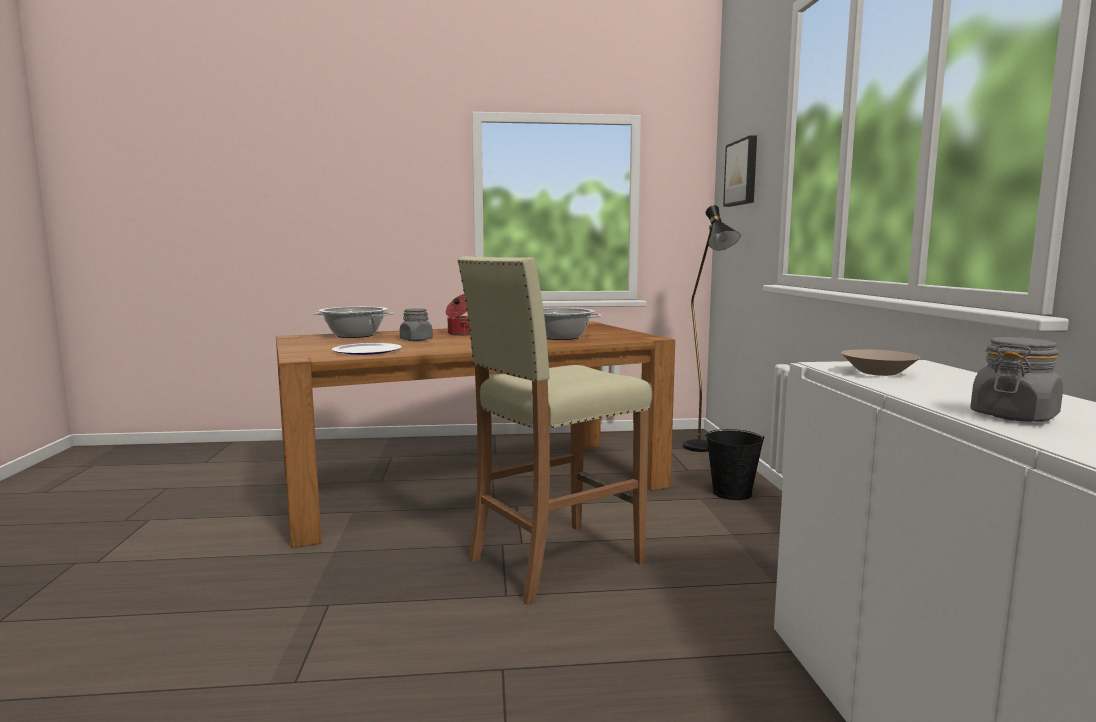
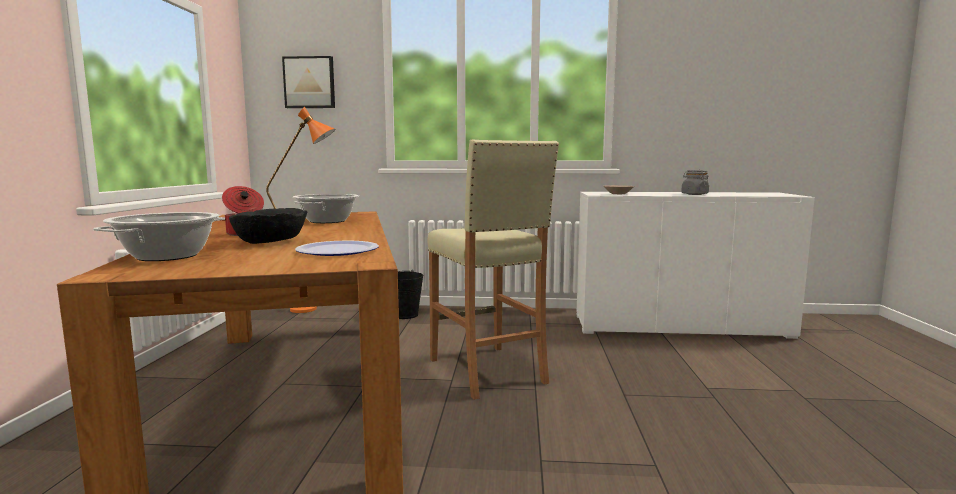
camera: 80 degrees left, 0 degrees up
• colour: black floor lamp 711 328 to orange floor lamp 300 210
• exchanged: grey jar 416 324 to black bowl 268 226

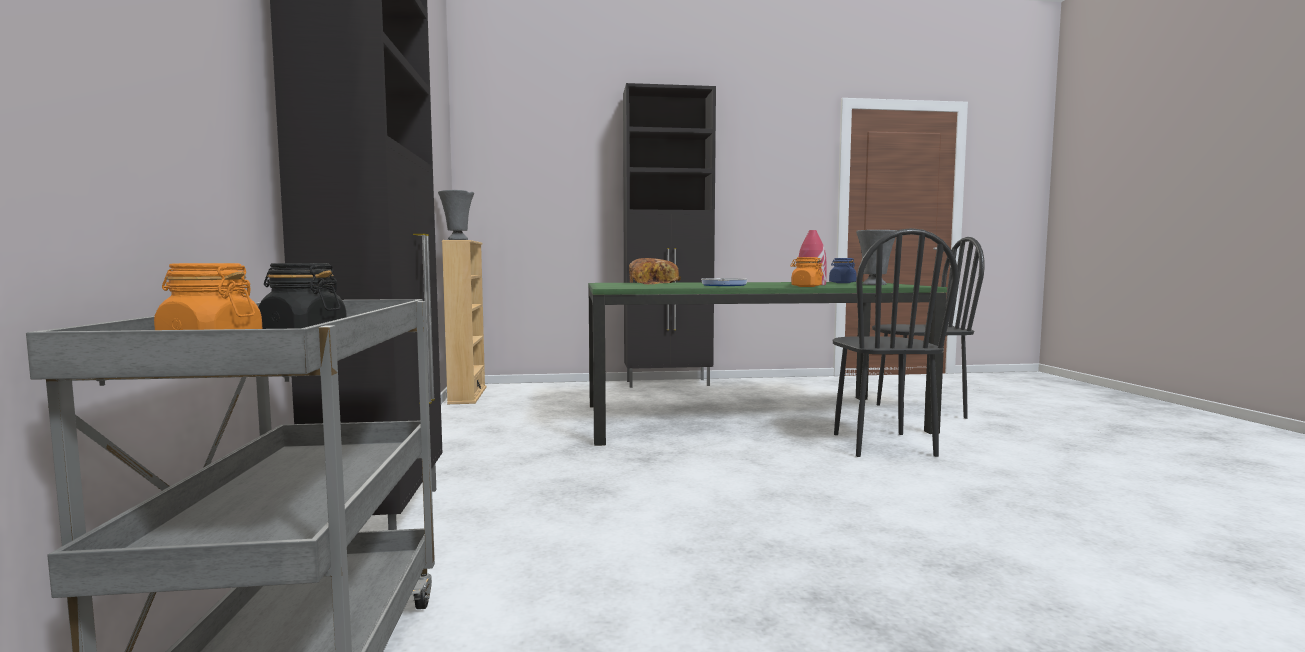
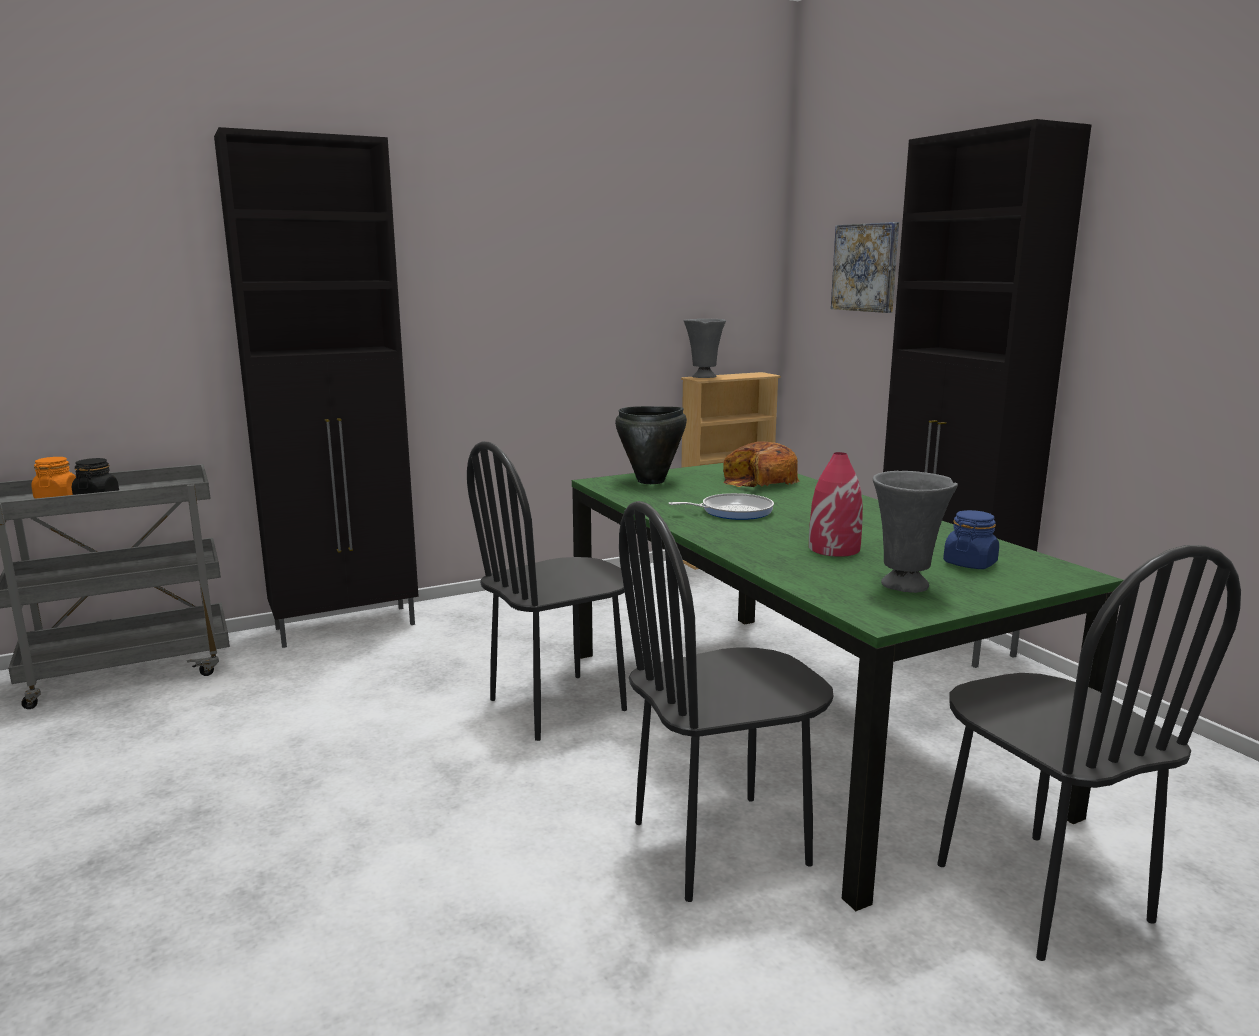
camera: 70 degrees right, 10 degrees up
• missing: orange jar 806 272
• appeared: picture 865 267
• appeared: black cooking pot 651 445
• appeared: black chair 550 591

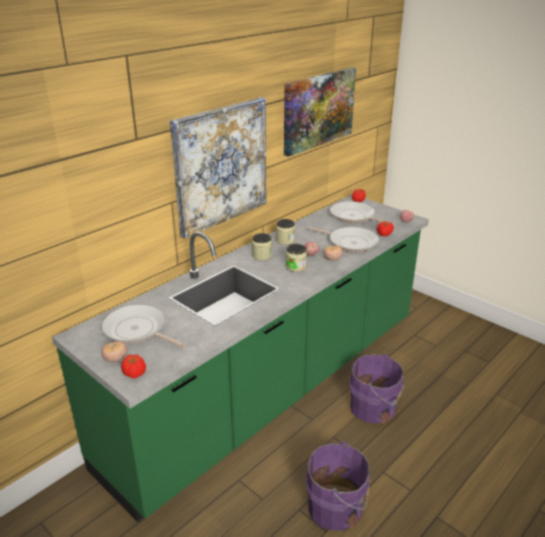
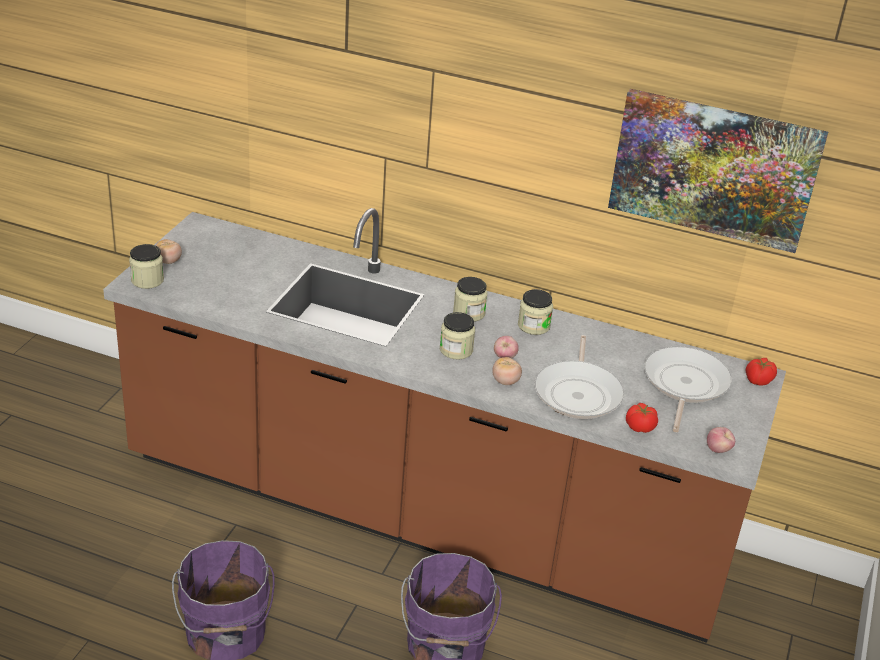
camera: 65 degrees right, 5 degrees up
• missing: picture 218 168
• colour: green counter 240 358 to brown counter 444 425
• missing: frying pan 144 326
• exchanged: tomato 133 366 to jar 146 266

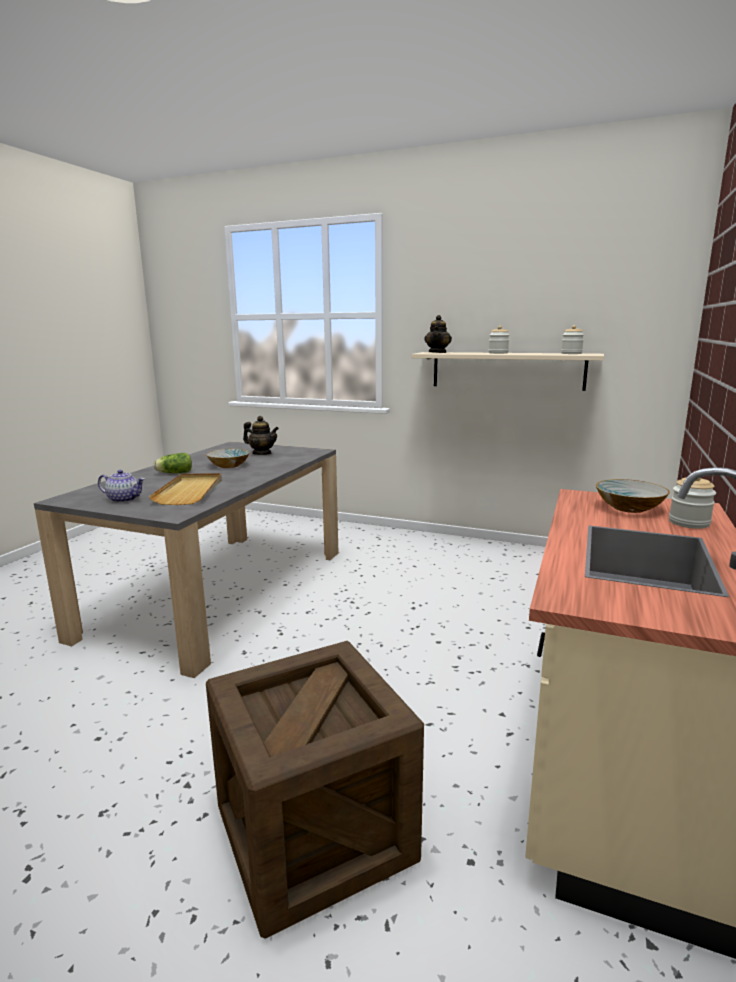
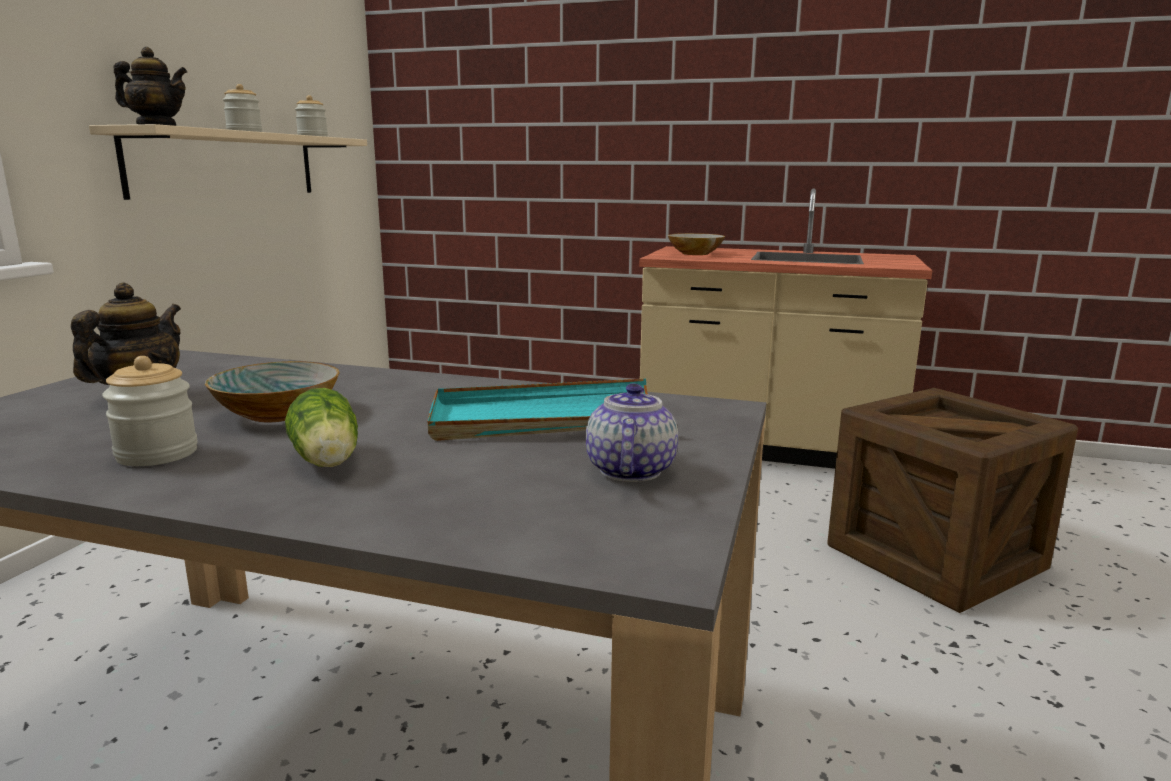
camera: 95 degrees left, 0 degrees up
• colour: beige tray 185 489 to turquoise tray 538 410
• relocated: jar 692 503 to 150 411

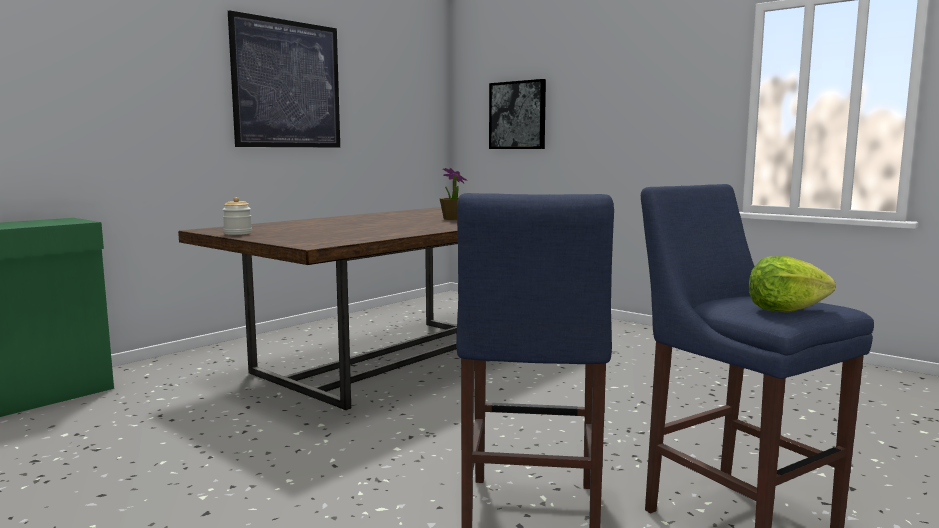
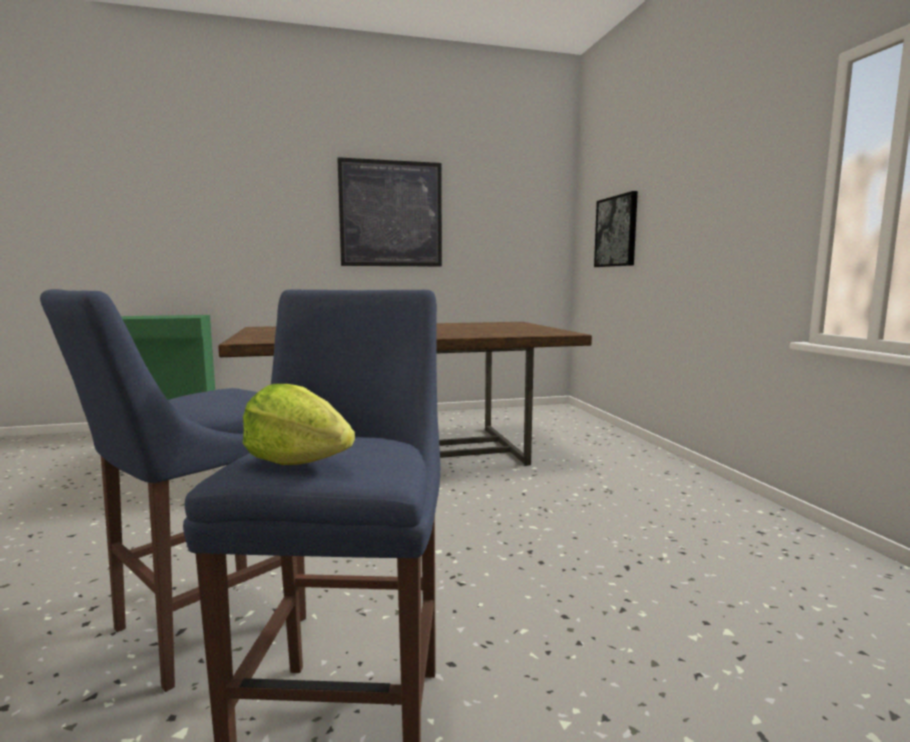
camera: 35 degrees right, 0 degrees up
• missing: potted plant 453 194
• missing: jar 237 216

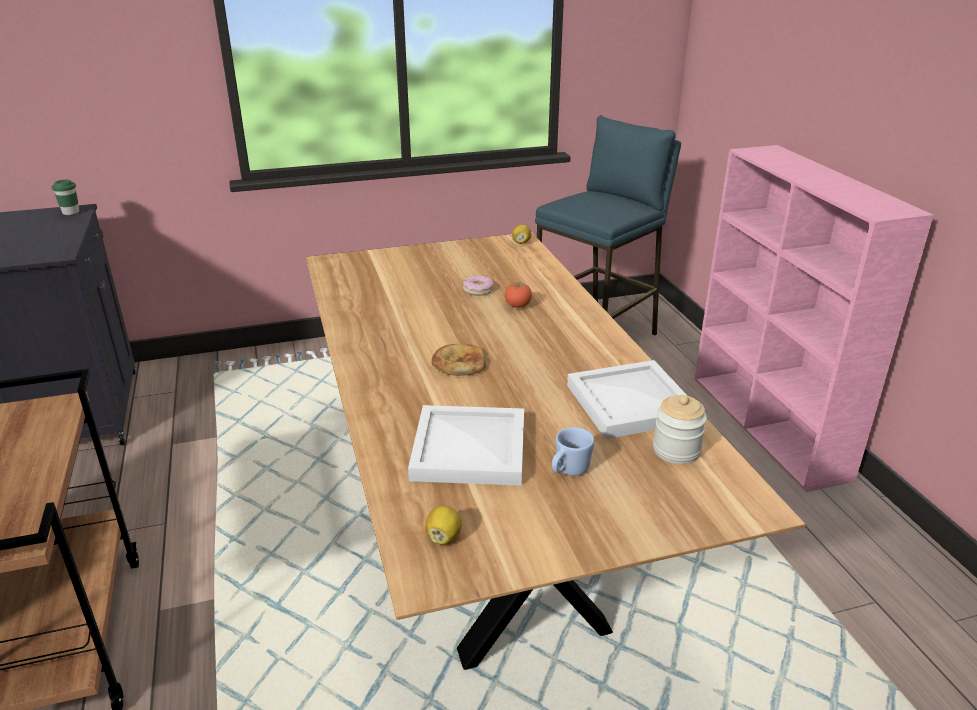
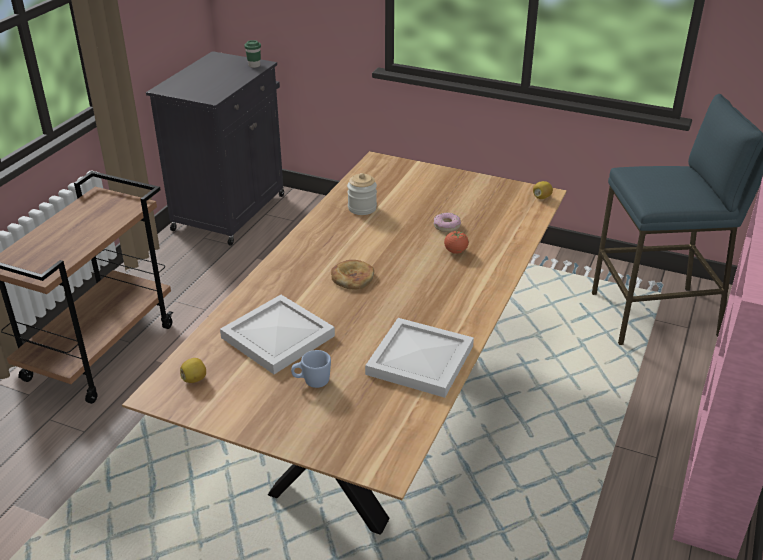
camera: 40 degrees right, 5 degrees up
• relocated: jar 680 429 to 362 194

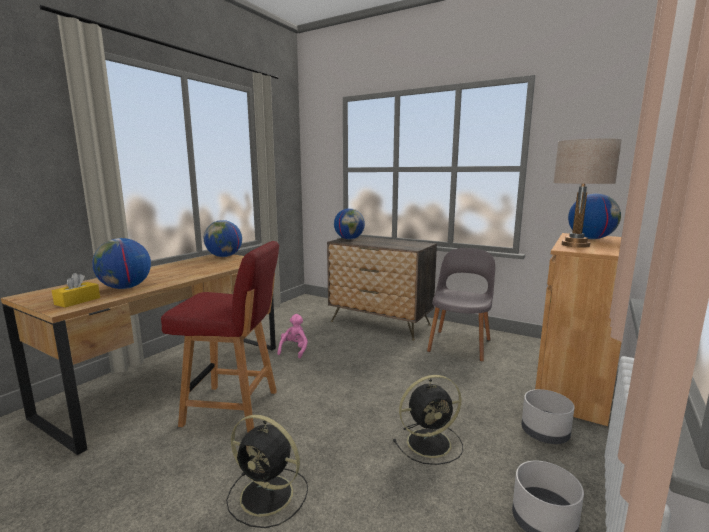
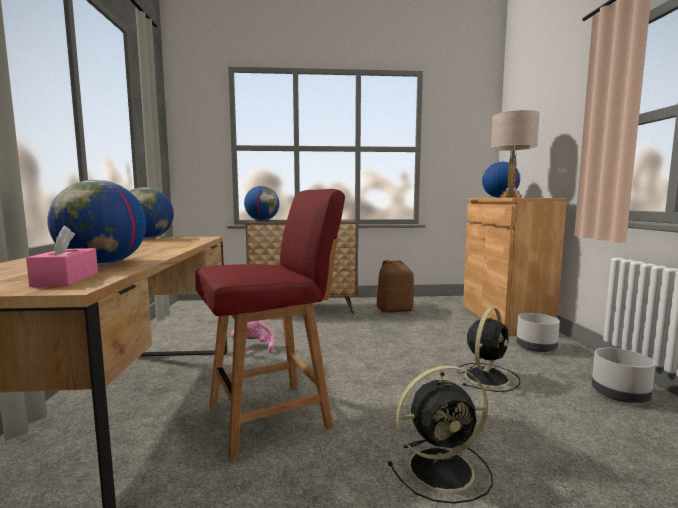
camera: 35 degrees left, 5 degrees down
• exchanged: grey chair 461 305 to brown backpack 395 286
• colour: yellow tissue box 76 290 to pink tissue box 62 256

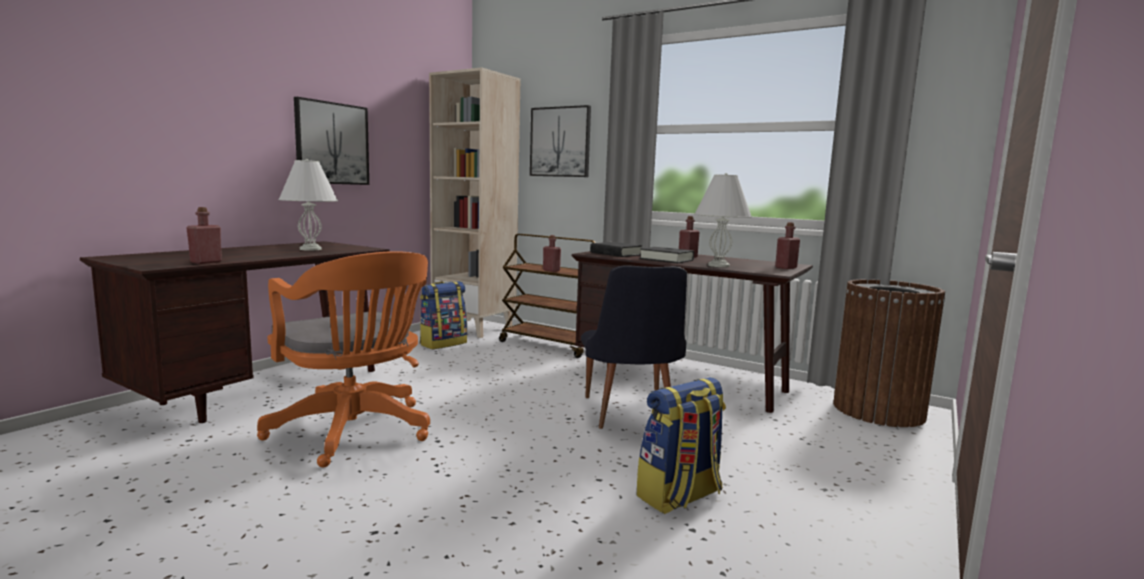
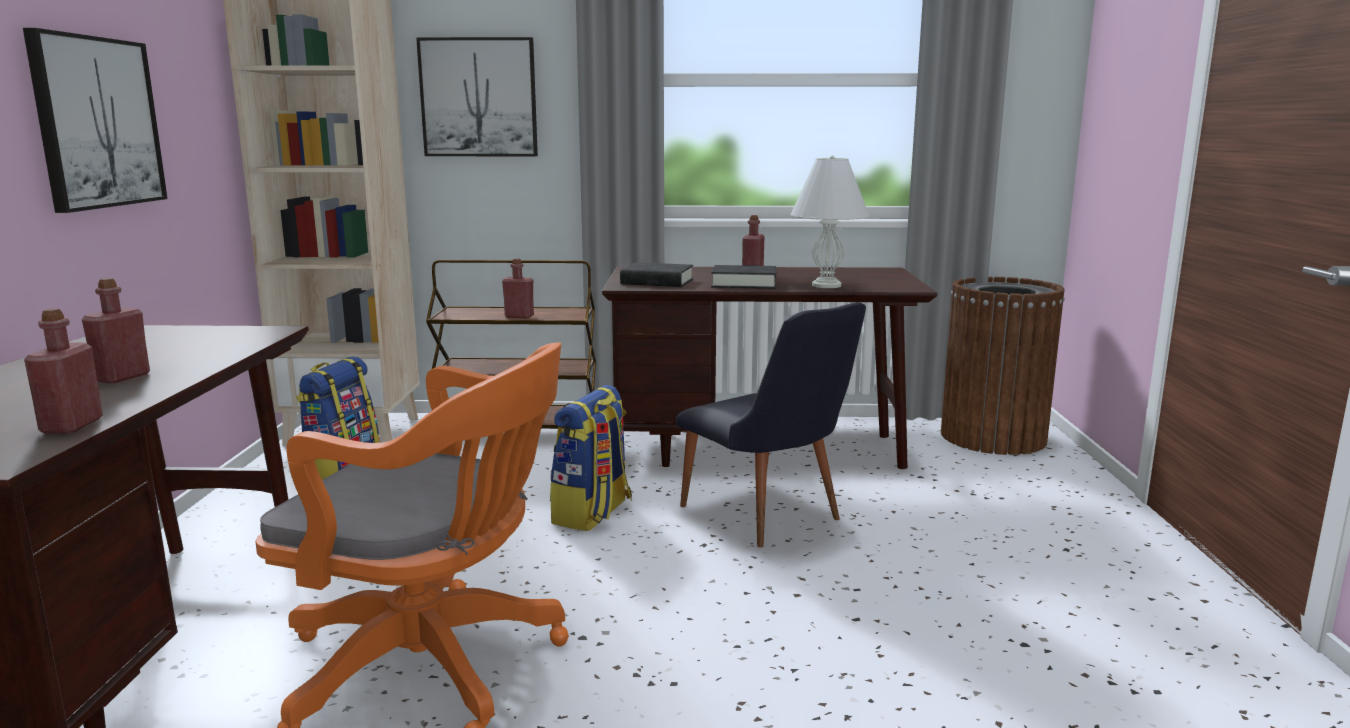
camera: 30 degrees left, 5 degrees up
• missing: white table lamp 308 205
• relocated: red bottle 787 245 to 116 331
• relocated: backpack 681 445 to 591 458

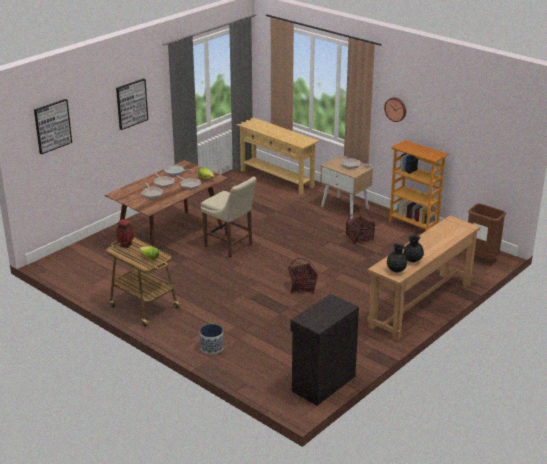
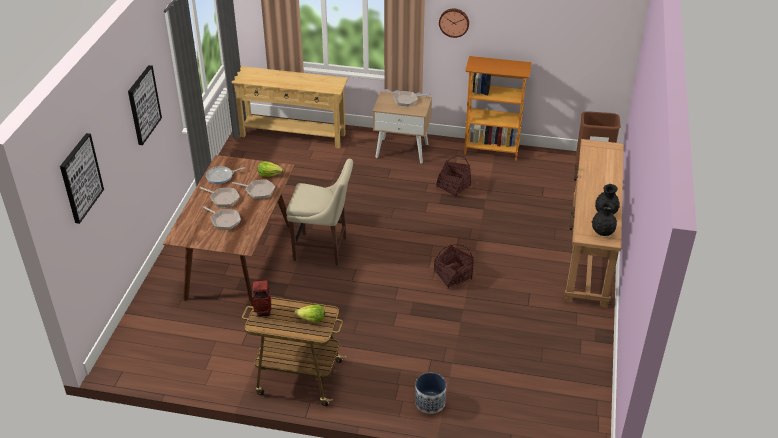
camera: 30 degrees left, 10 degrees up
• missing: black cabinet 325 350

